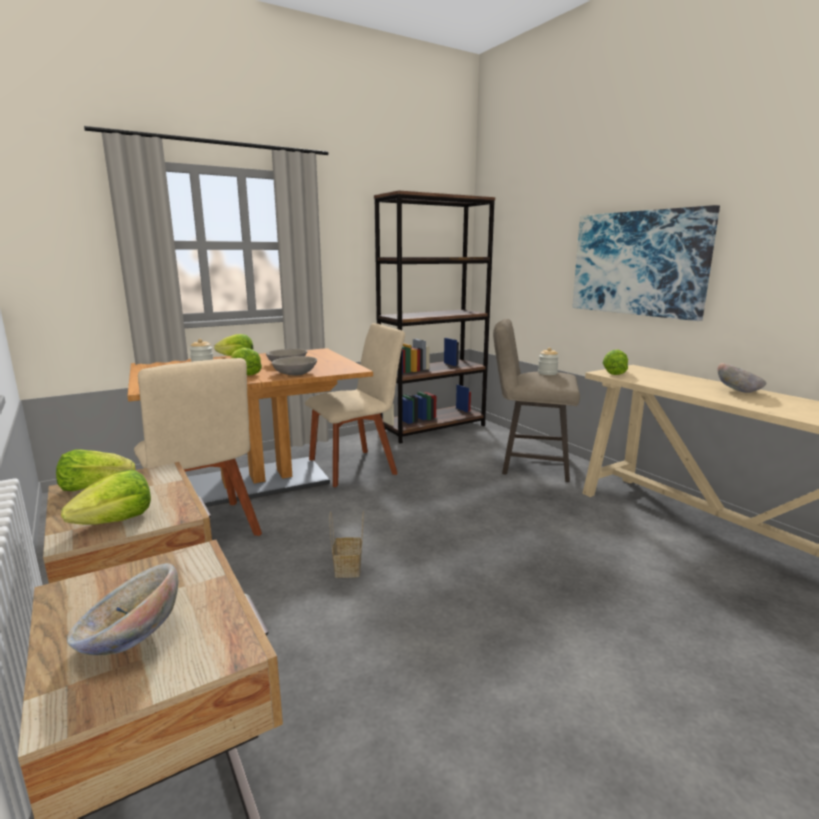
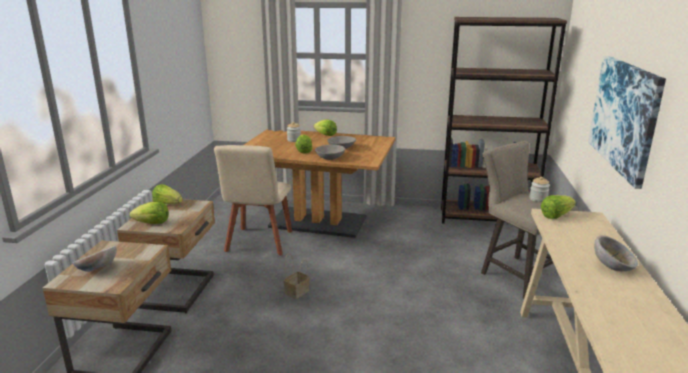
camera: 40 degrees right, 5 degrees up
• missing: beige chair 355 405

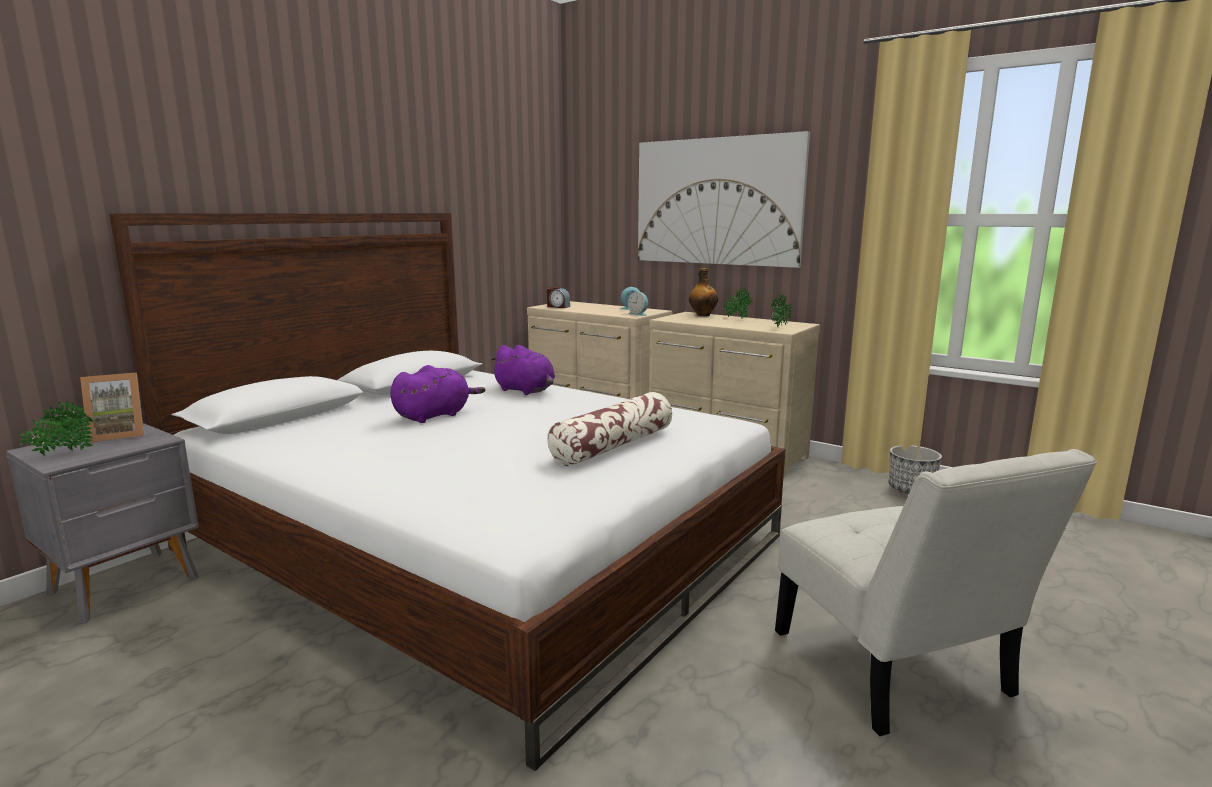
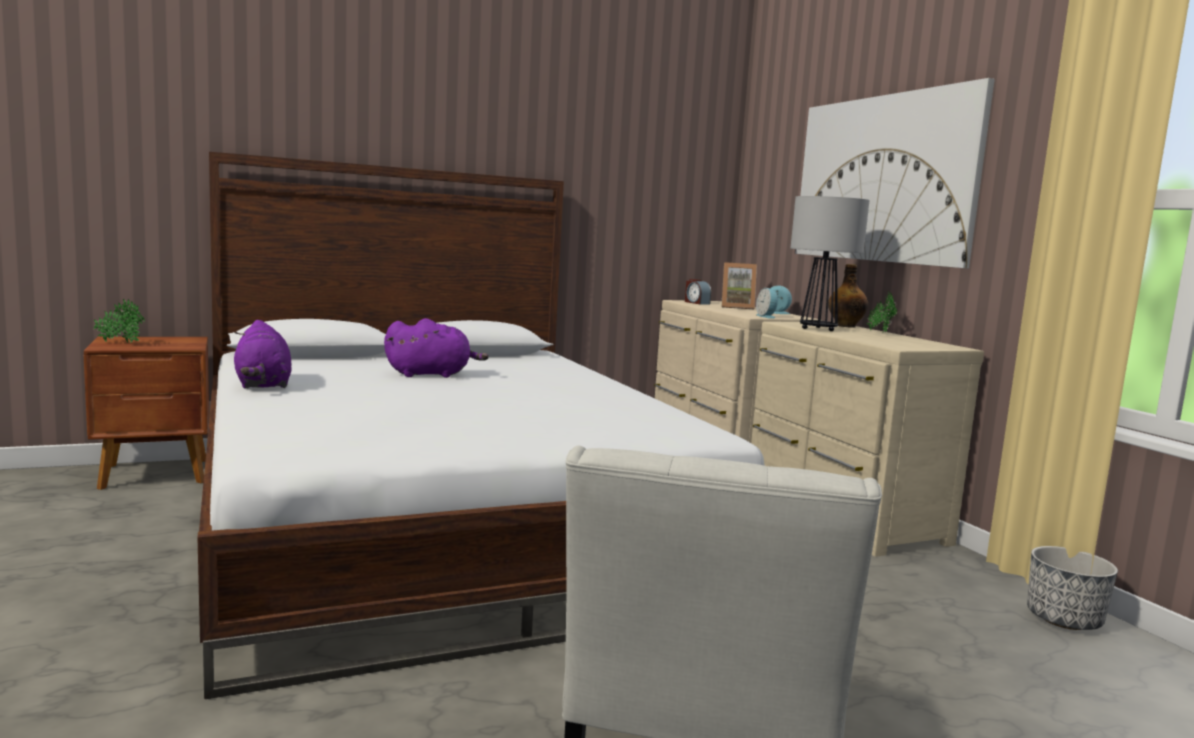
camera: 30 degrees right, 5 degrees down
• missing: potted plant 781 310
• relocated: purple plush toy 522 370 to 263 354
• relocated: picture frame 112 407 to 739 285
• missing: pillow 609 429
• colour: grey nightstand 102 523 to brown nightstand 146 413
• appeared: table lamp 830 263

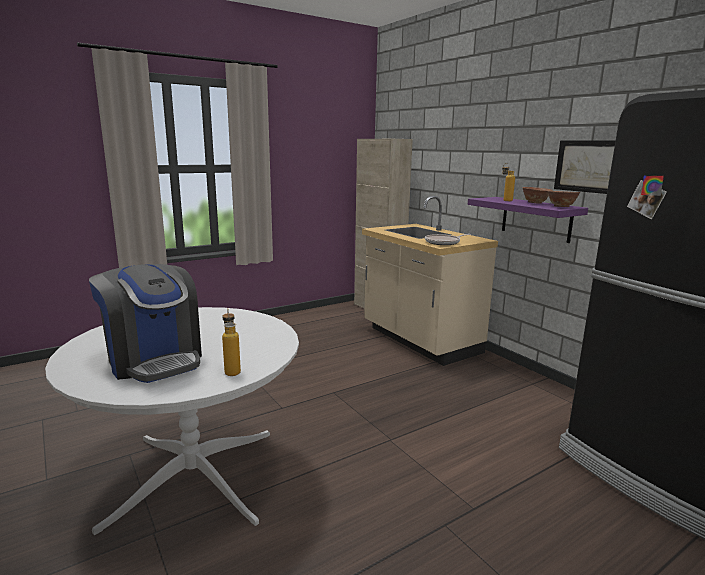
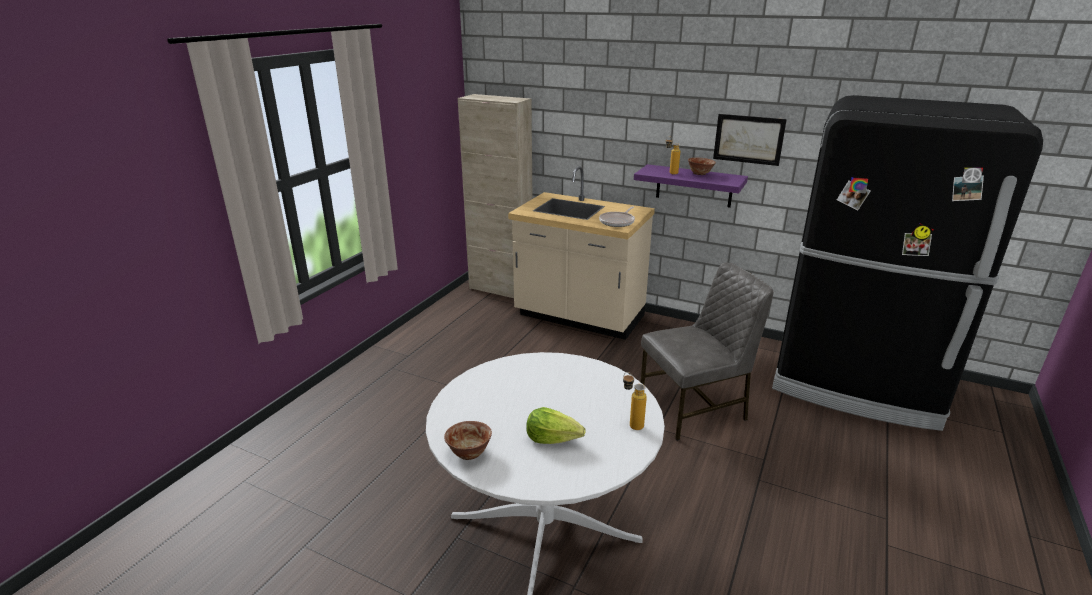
camera: 30 degrees left, 10 degrees up
• relocated: bowl 563 199 to 468 440
• exchanged: coffee machine 145 323 to lettuce 555 425
• appeared: grey chair 707 351

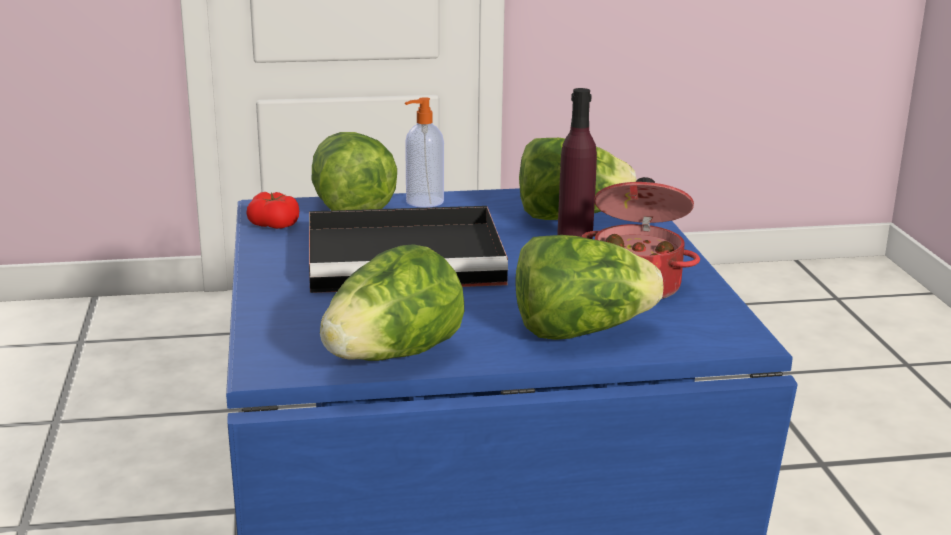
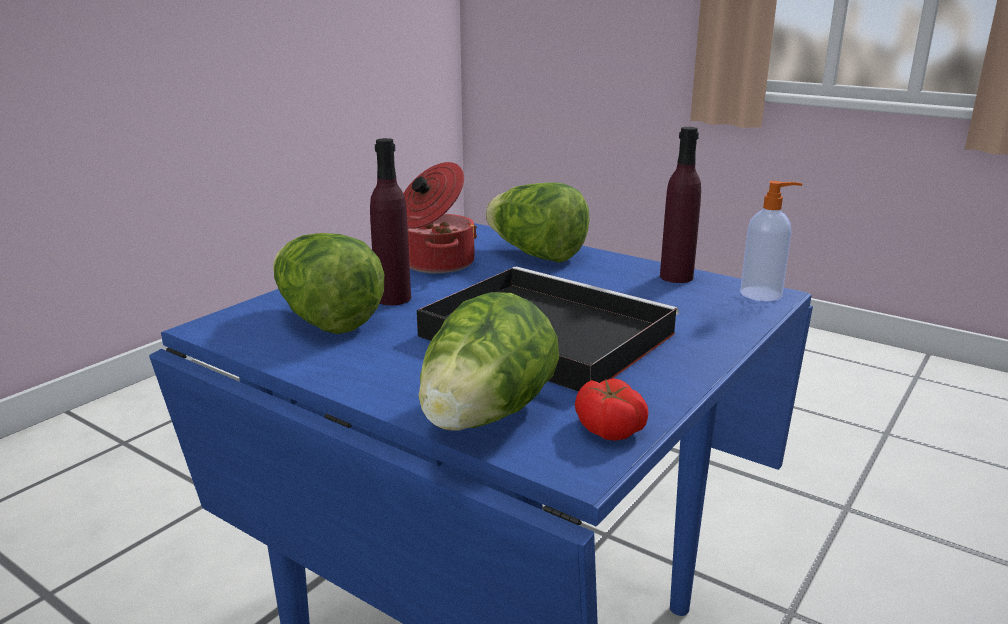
camera: 135 degrees left, 0 degrees up
• relocated: soap dispenser 424 152 to 771 241
• exchanged: lettuce 392 302 to purple bottle 680 205

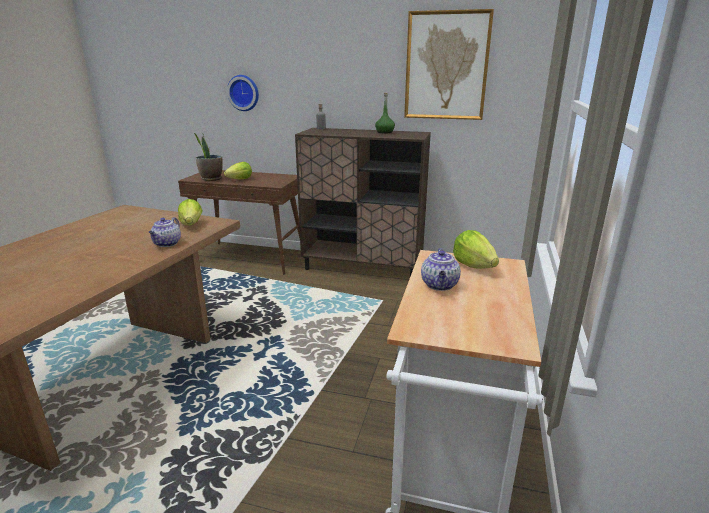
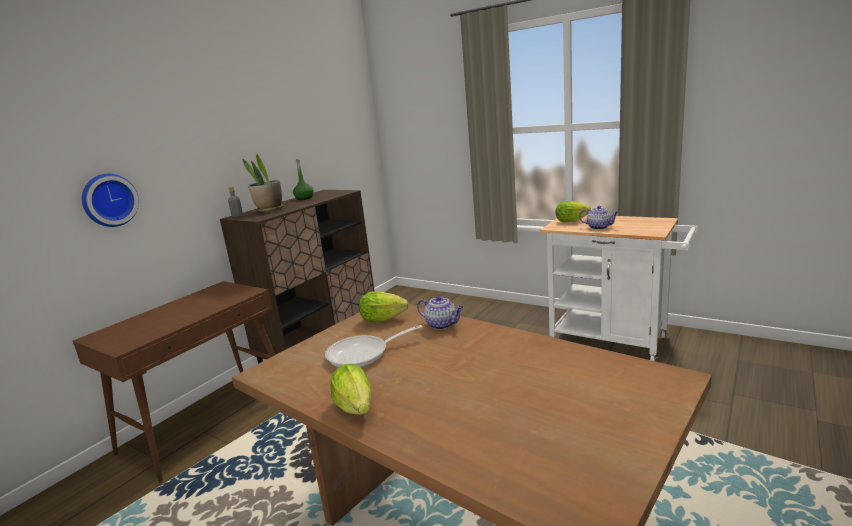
camera: 70 degrees left, 5 degrees down
• missing: picture 449 64
• relocated: potted plant 208 156 to 262 183
• relocated: lettuce 238 170 to 350 389
• appeared: frying pan 373 346

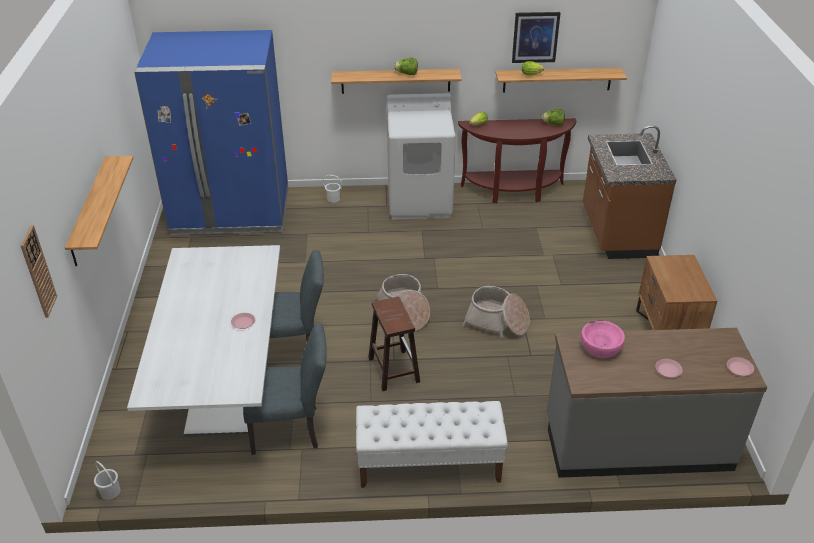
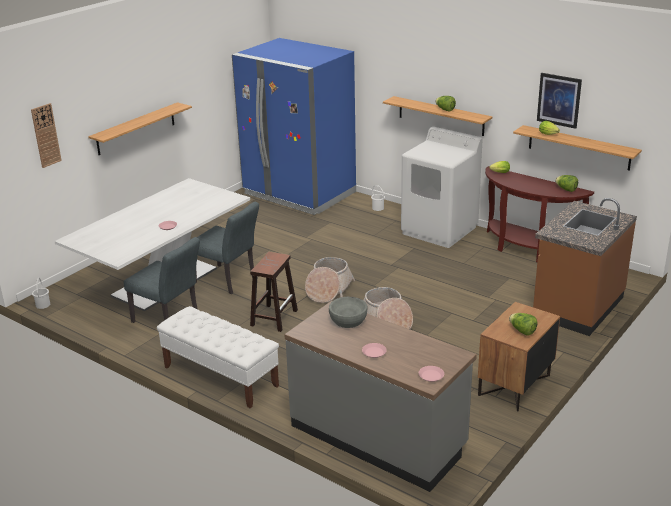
camera: 40 degrees right, 10 degrees down
• colour: pink bowl 603 339 to grey bowl 348 312
• appeared: lettuce 523 324

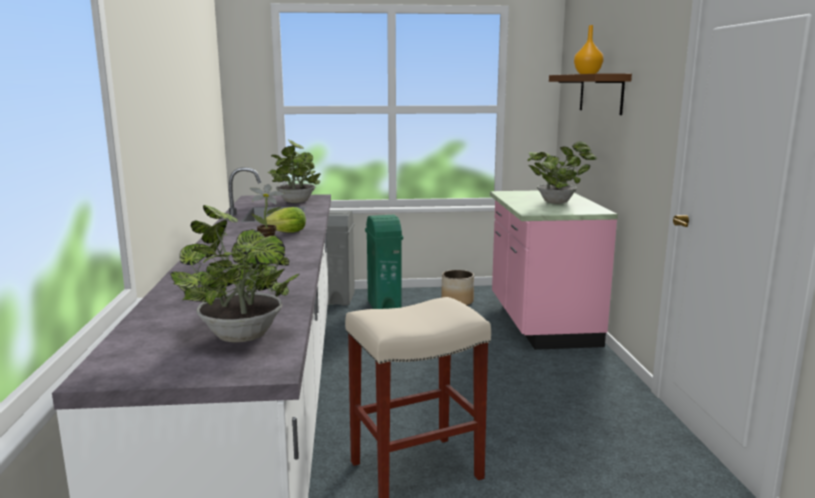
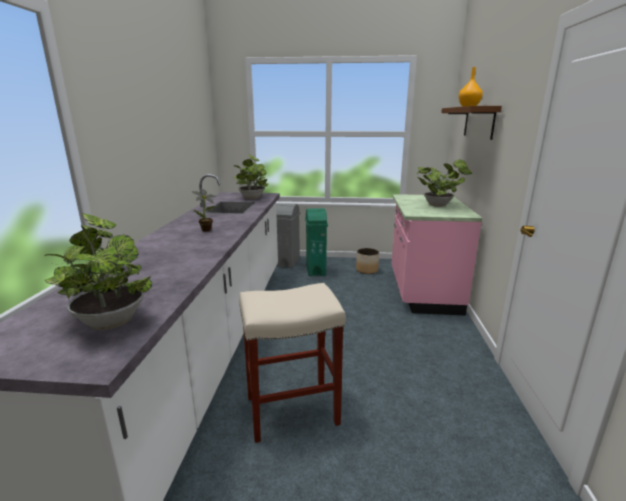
camera: 10 degrees right, 5 degrees up
• missing: lettuce 286 219

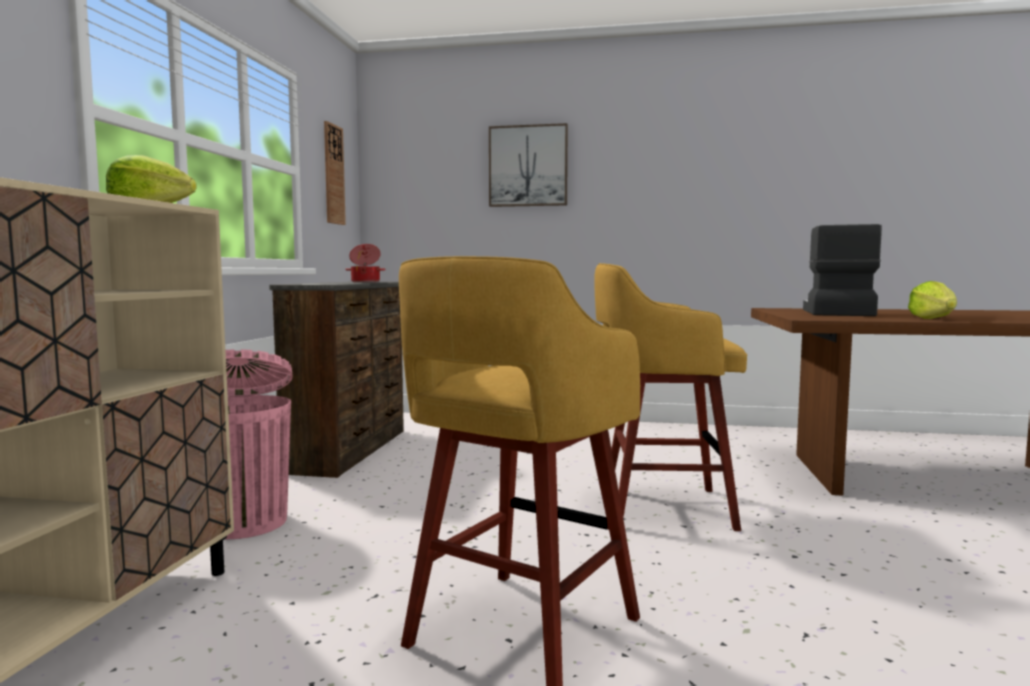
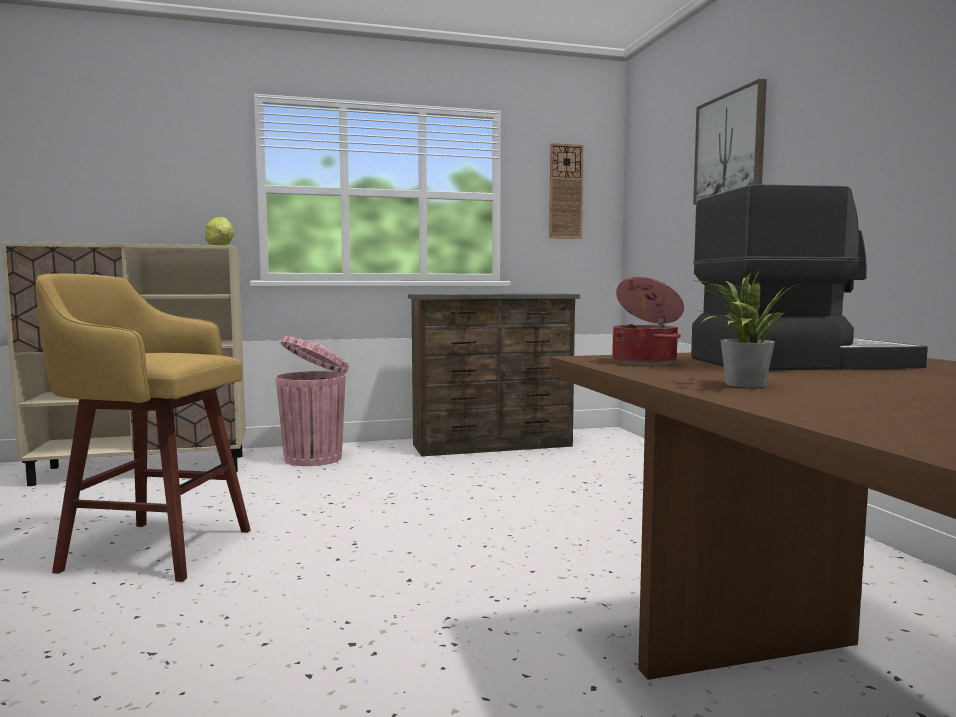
camera: 65 degrees right, 0 degrees up
• relocated: cooking pot 365 263 to 648 321
• missing: yellow stool 670 397
• exchanged: lettuce 932 300 to potted plant 750 330

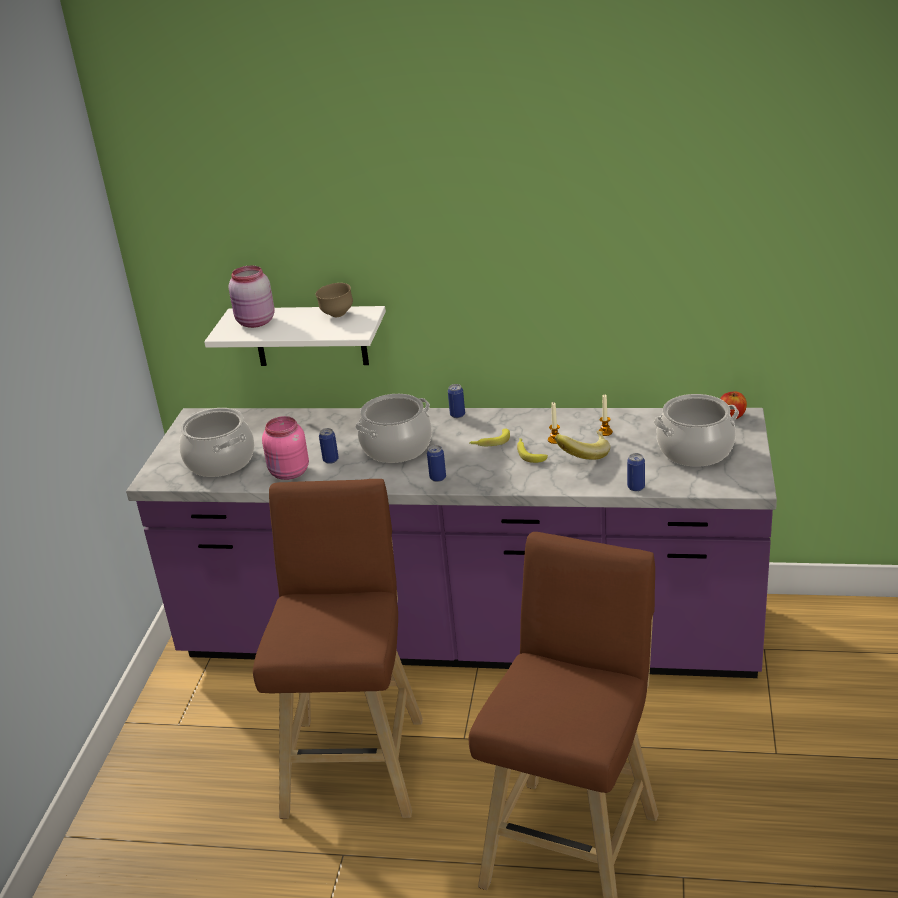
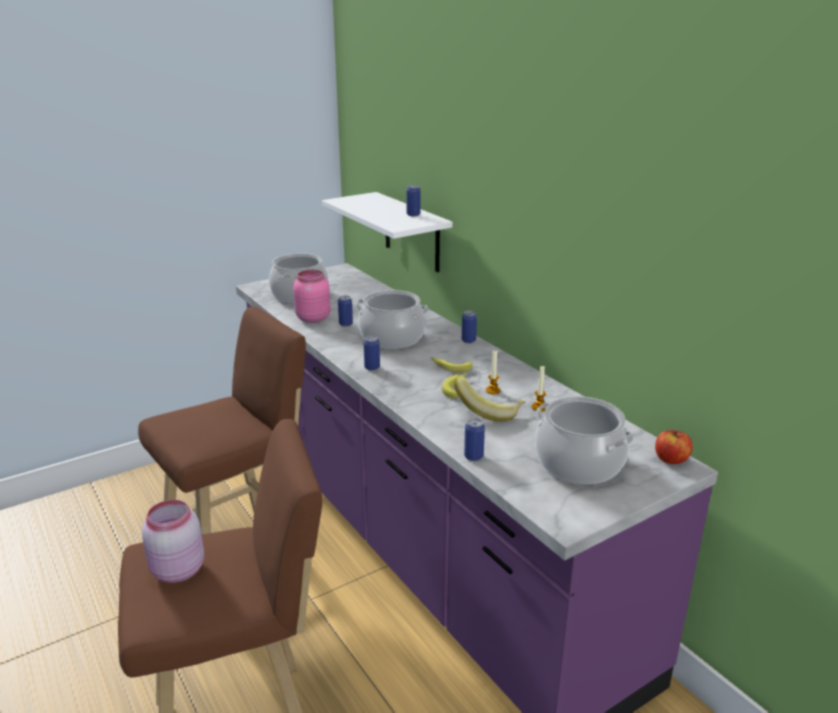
camera: 45 degrees right, 5 degrees down
• relocated: pink jar 251 297 to 173 541
• exchanged: brown bowl 334 300 to can 413 200

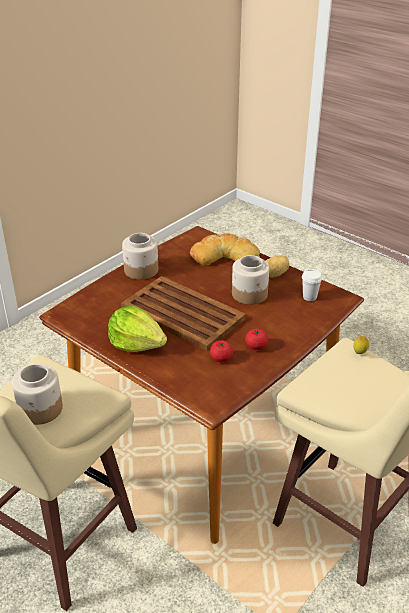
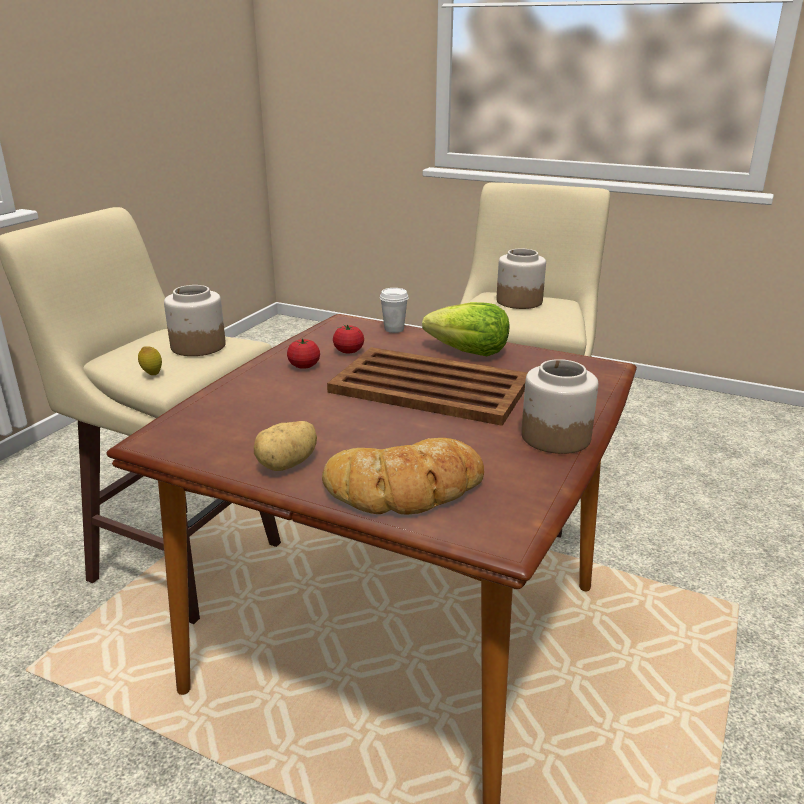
camera: 165 degrees right, 10 degrees down
• relocated: jar 250 280 to 195 320
• relocated: white cup 312 285 to 394 310

